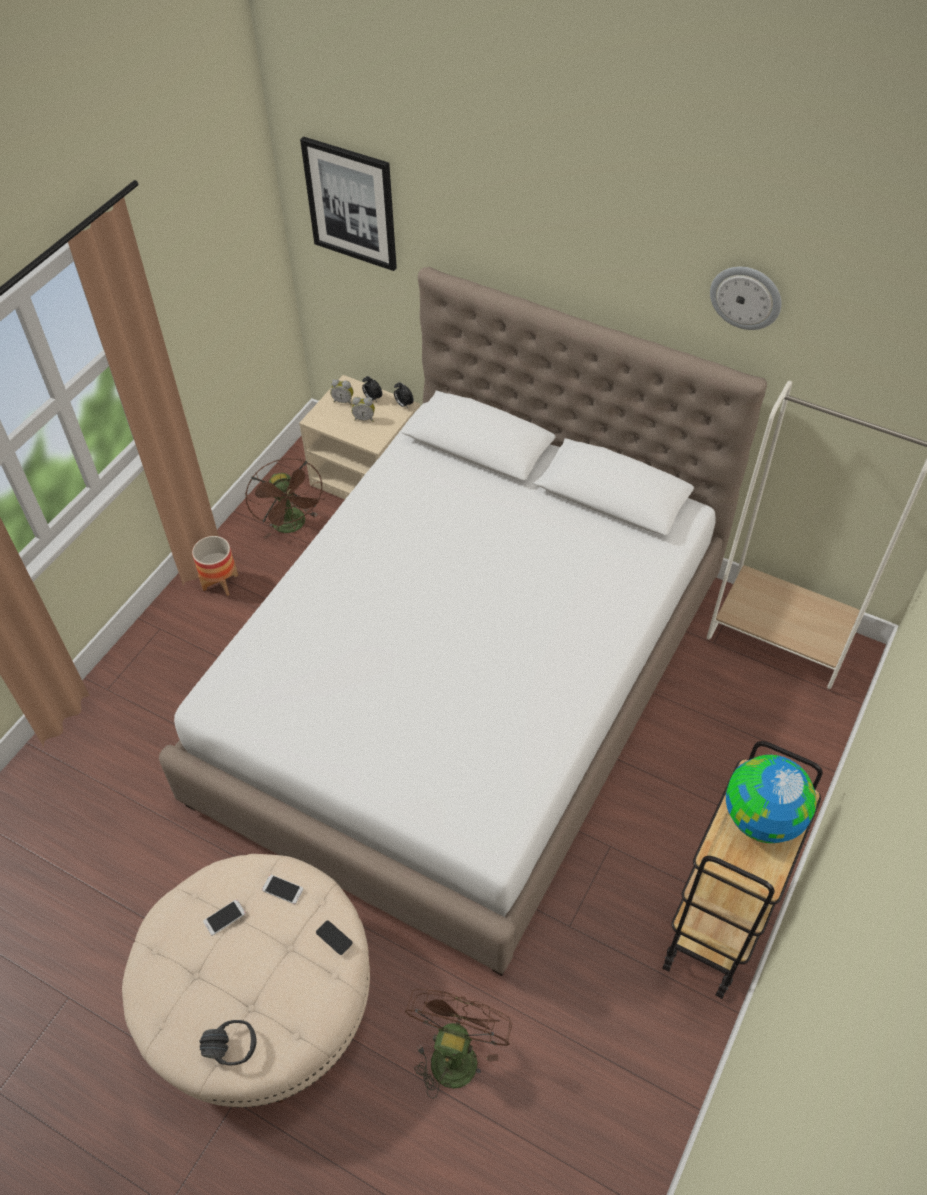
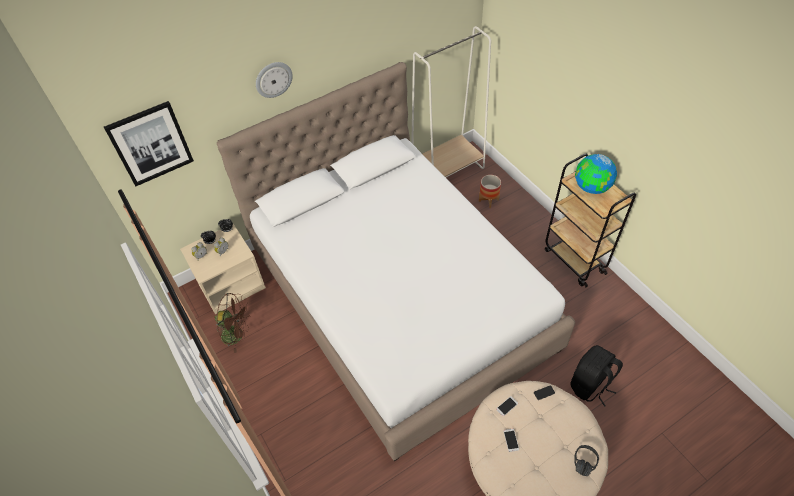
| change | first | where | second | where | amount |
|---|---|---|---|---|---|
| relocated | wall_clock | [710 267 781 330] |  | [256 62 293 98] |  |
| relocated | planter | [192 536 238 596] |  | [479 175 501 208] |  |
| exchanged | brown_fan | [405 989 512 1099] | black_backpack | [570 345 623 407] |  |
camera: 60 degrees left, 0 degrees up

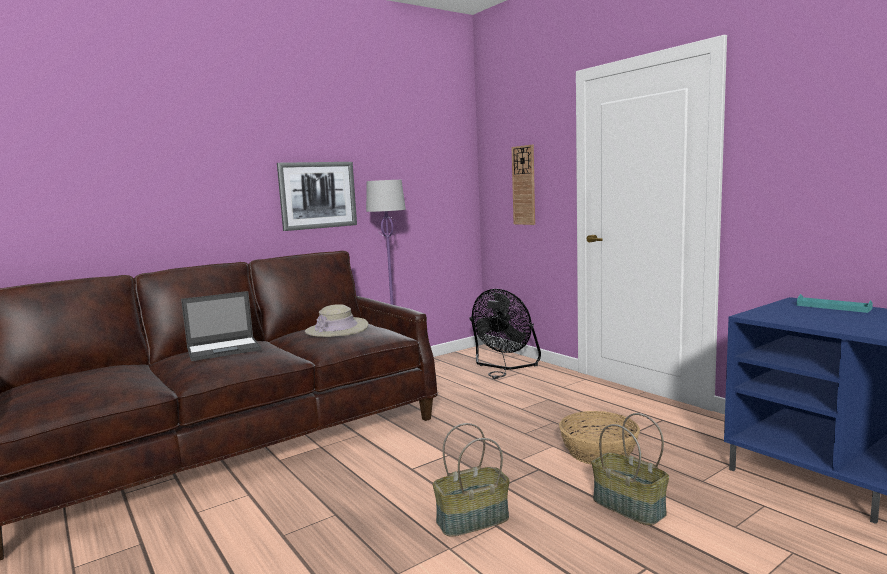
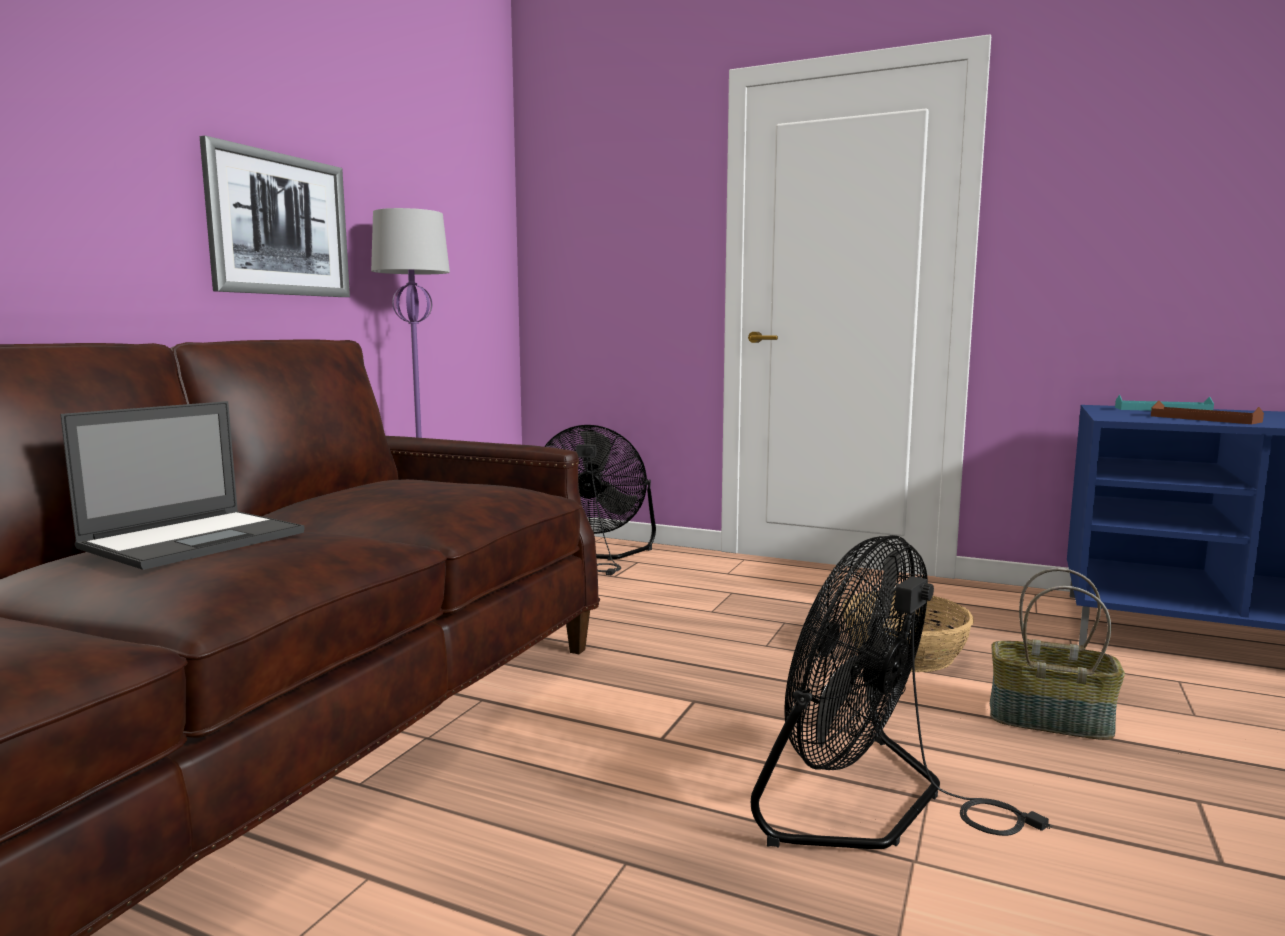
| change | first | where | second | where | amount |
|---|---|---|---|---|---|
| missing | wall_clock | [512 145 535 225] |  |  |  |
| missing | beige_hat | [305 304 368 337] |  |  |  |
| exchanged | basket | [433 423 510 537] | black_fan | [751 535 1052 849] |  |
| appeared |  |  | brown_tray | [1151 400 1264 424] |  |
camera: 30 degrees left, 0 degrees up

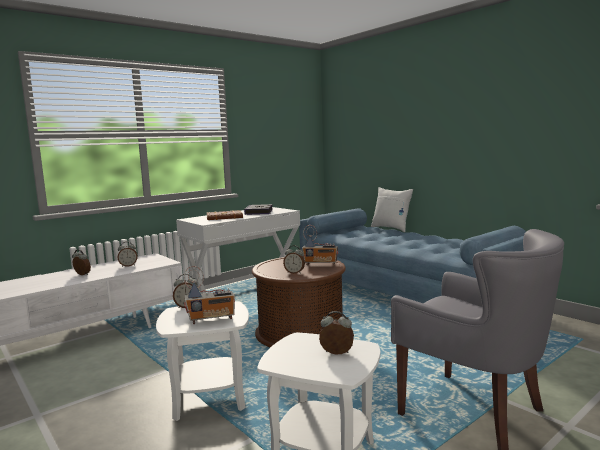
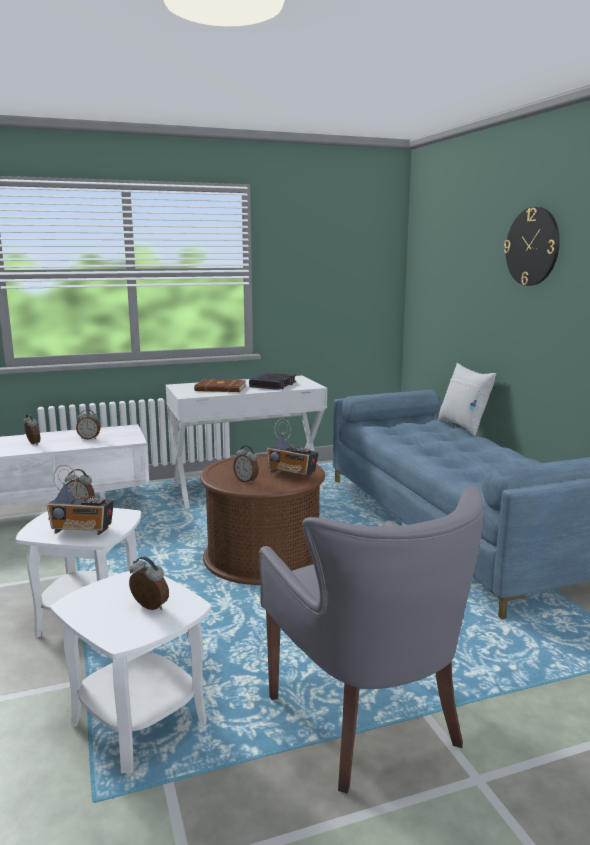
| change | first | where | second | where | amount |
|---|---|---|---|---|---|
| appeared |  |  | wall_clock | [504 207 560 286] |  |
camera: 20 degrees right, 5 degrees up

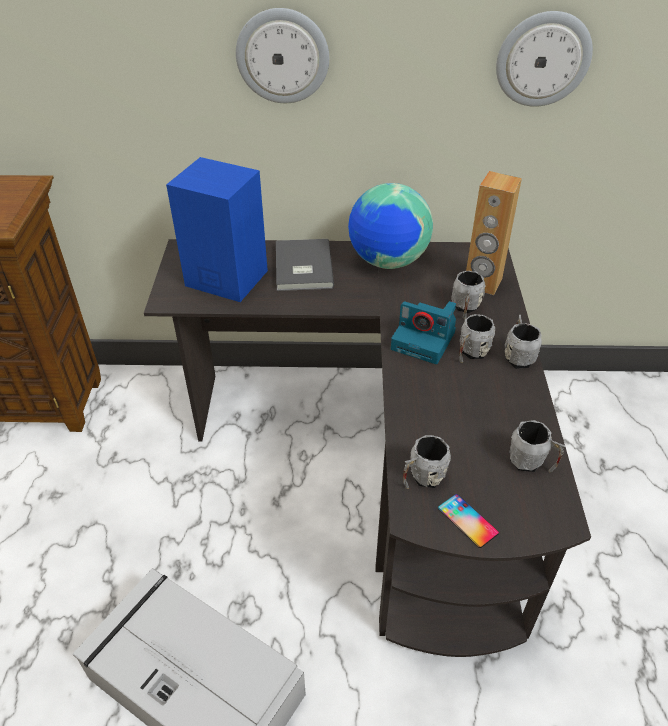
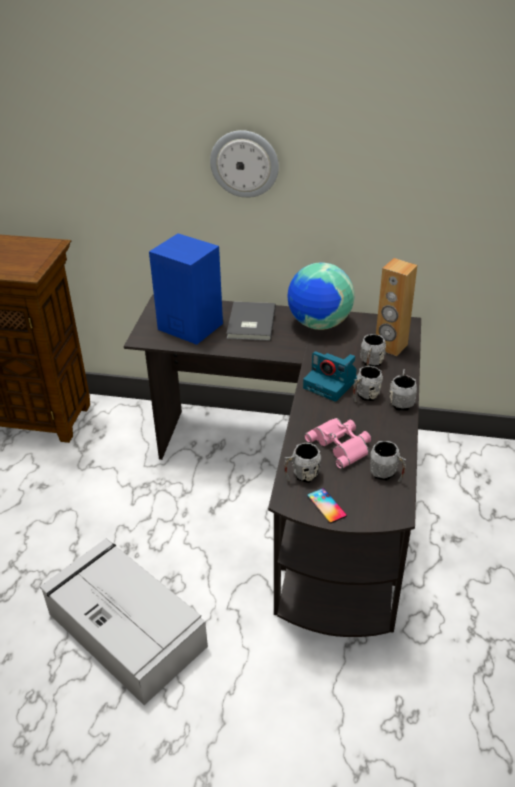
| change | first | where | second | where | amount |
|---|---|---|---|---|---|
| missing | wall_clock | [496 11 593 107] |  |  |  |
| appeared |  |  | pink_binoculars | [305 418 371 469] |  |
camera: 10 degrees right, 5 degrees down

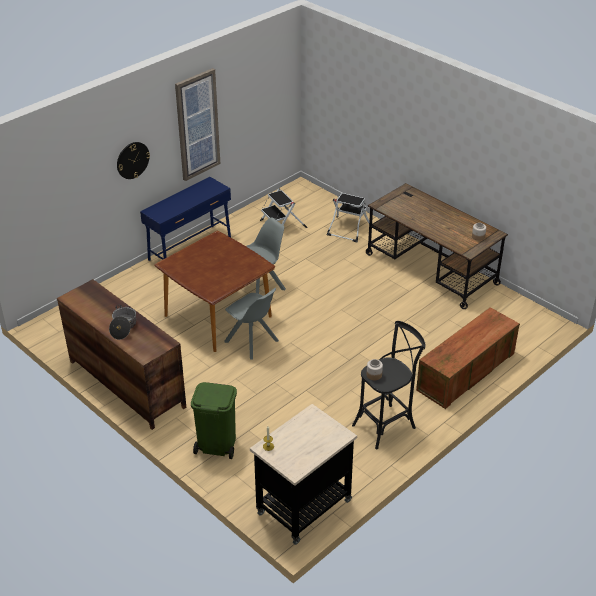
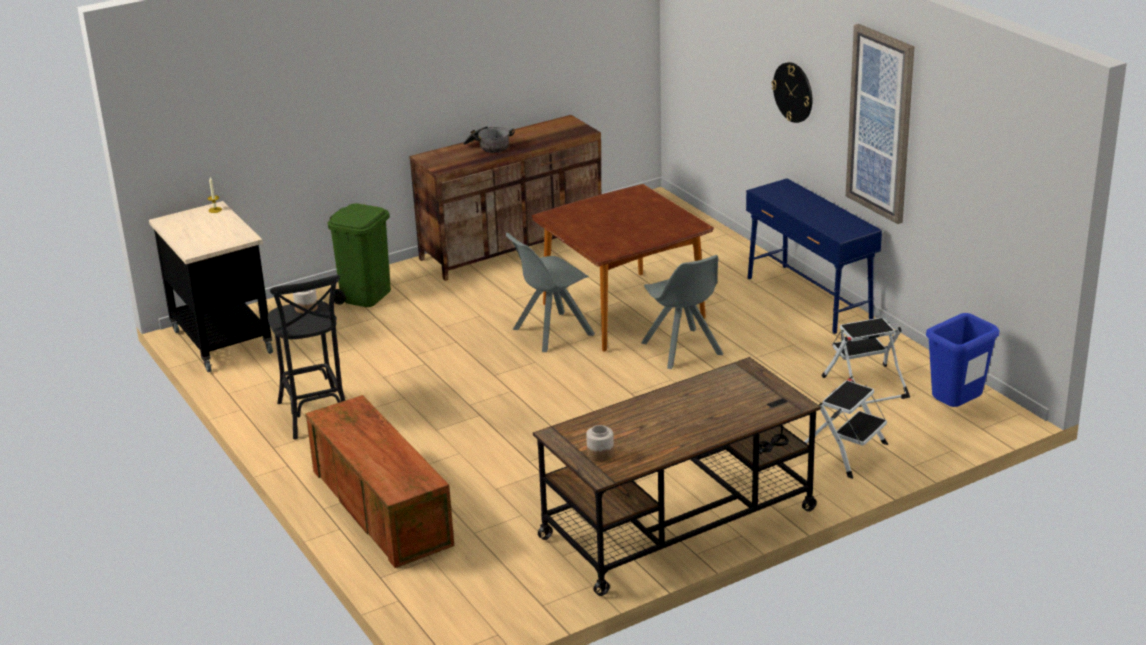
| change | first | where | second | where | amount |
|---|---|---|---|---|---|
| appeared |  |  | blue_trash_can | [926 313 999 407] |  |
camera: 105 degrees right, 10 degrees down

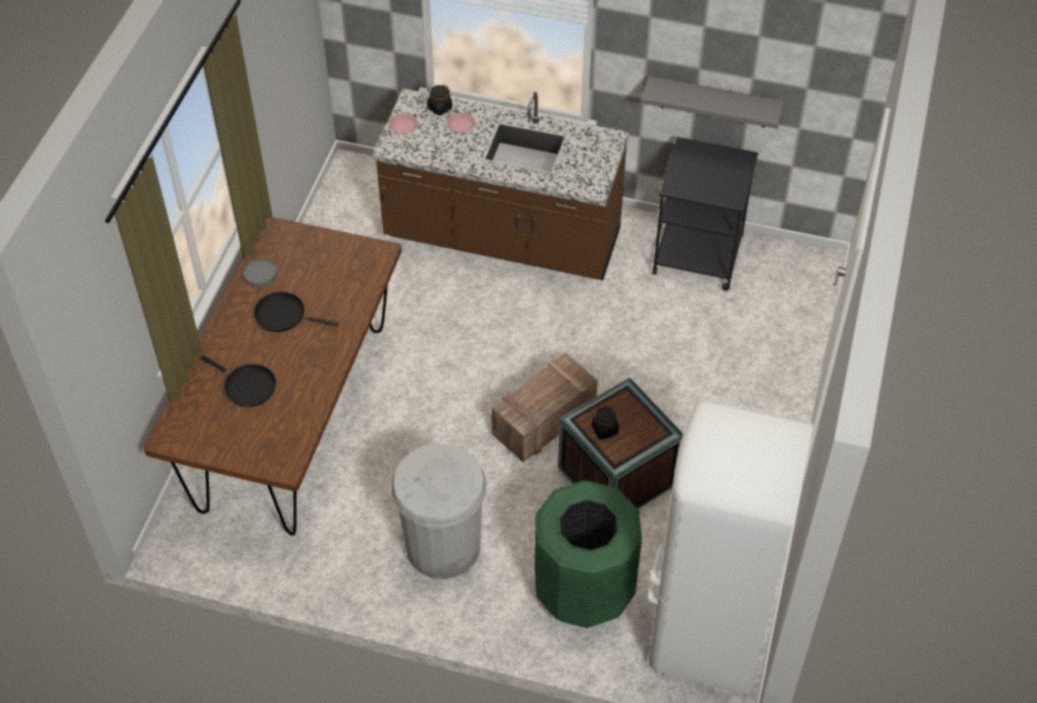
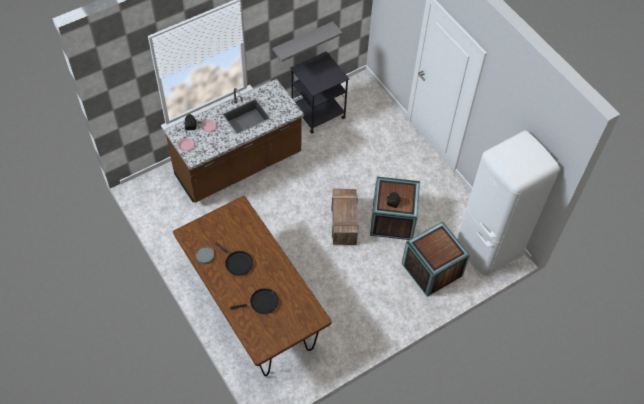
| change | first | where | second | where | amount |
|---|---|---|---|---|---|
| spun | black_frying_pan | [254 292 339 332] |  | [215 242 253 276] | 105 degrees counterclockwise |
| missing | white_trash_can | [391 444 487 579] |  |  |  |
| exchanged | green_trash_can | [535 480 642 628] | crate | [402 221 470 297] |  |
camera: 50 degrees left, 5 degrees up

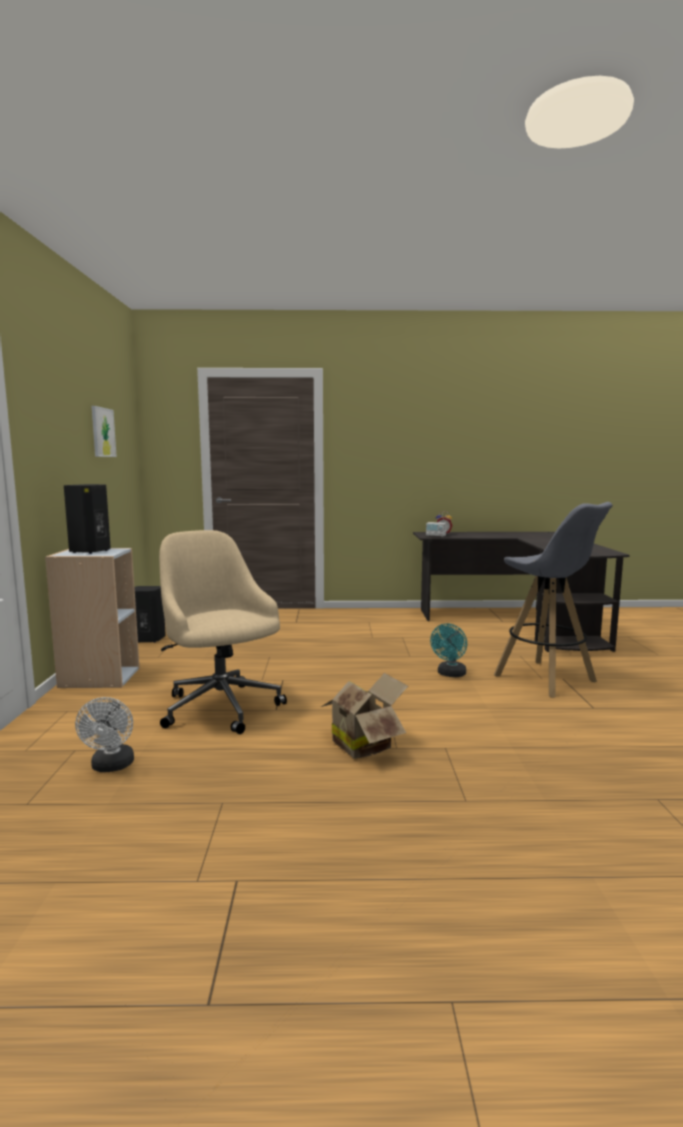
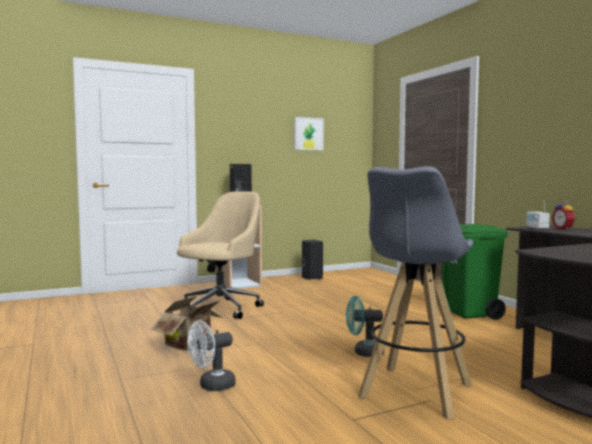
| change | first | where | second | where | amount |
|---|---|---|---|---|---|
| relocated | white_fan | [75 697 134 772] |  | [188 321 236 391] |  |
| appeared |  |  | green_trash_can | [442 224 510 320] |  |
camera: 65 degrees right, 5 degrees down

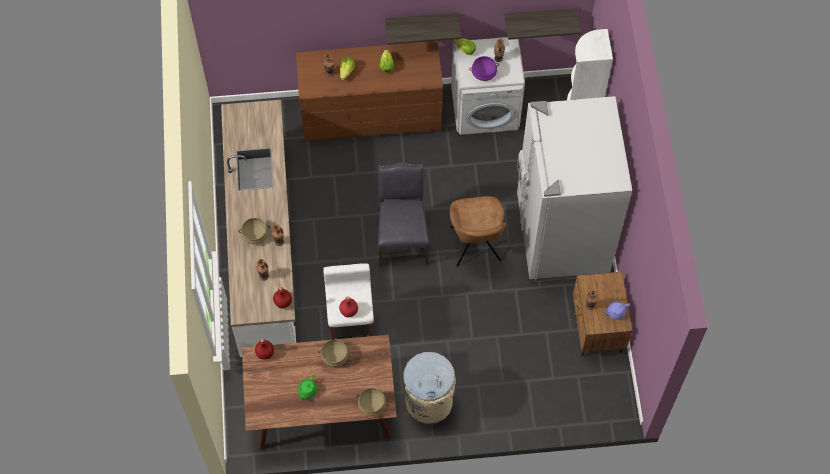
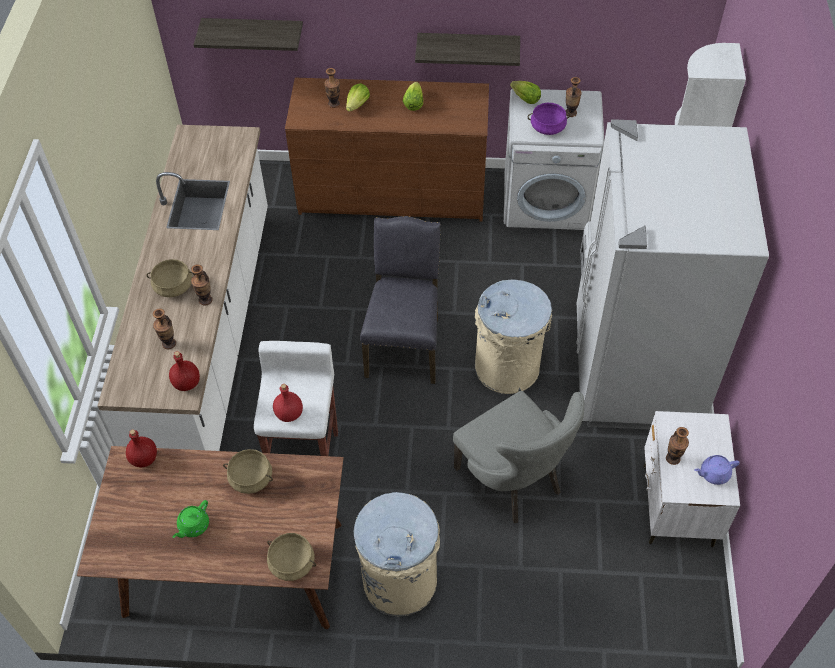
| change | first | where | second | where | amount |
|---|---|---|---|---|---|
| relocated | shelf | [505 8 581 40] |  | [194 18 303 51] |  |
| exchanged | brown_chair | [450 196 506 267] | beige_trash_can | [475 280 552 394] |  |
| colour | brown_nightstand | [573 272 632 356] | white_nightstand | [644 411 740 547] |  |
| appeared |  |  | grey_chair | [453 391 584 523] |  |
camera: 10 degrees right, 10 degrees down

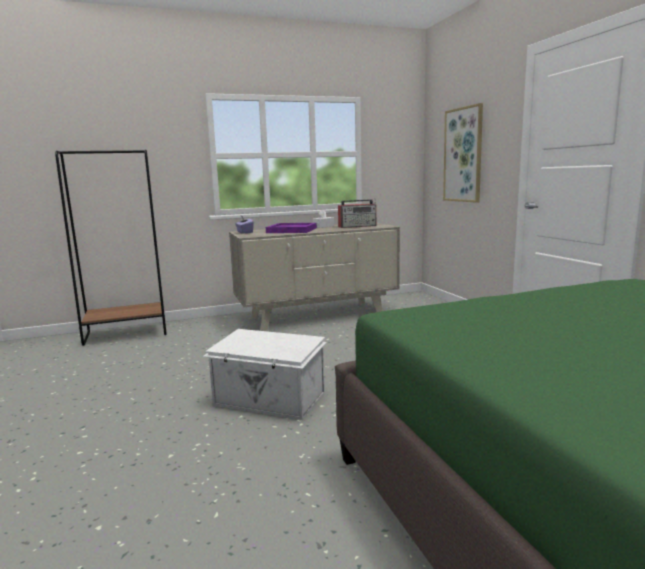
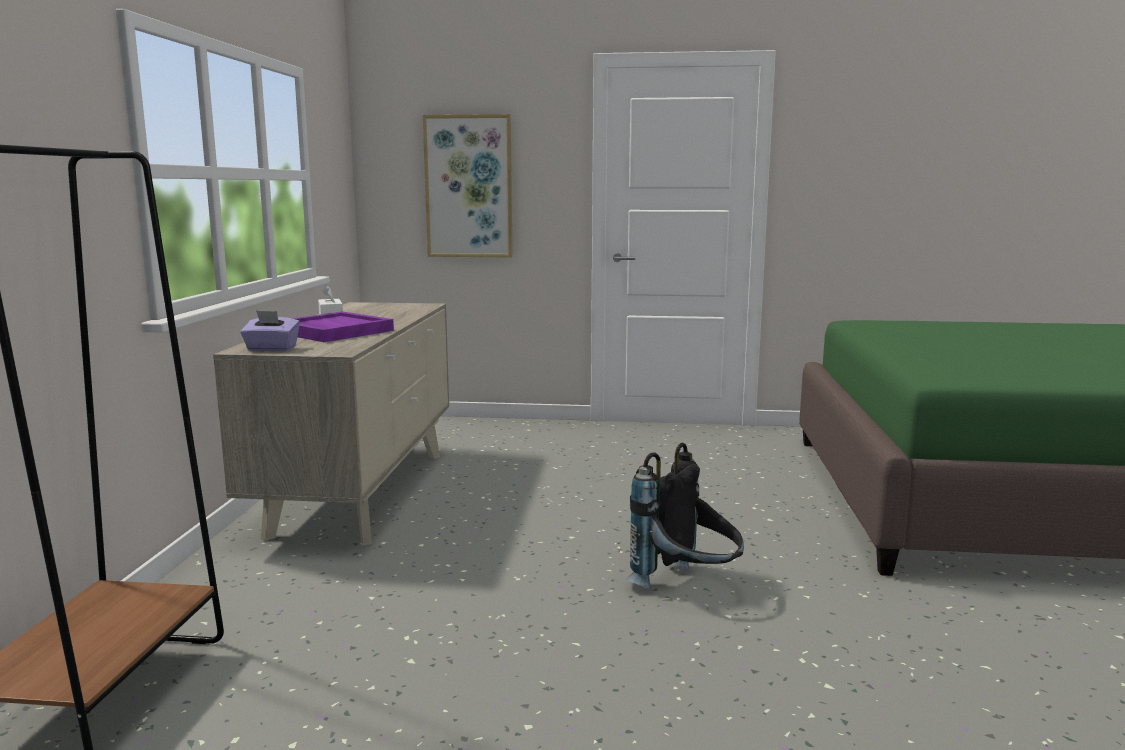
| change | first | where | second | where | amount |
|---|---|---|---|---|---|
| missing | radio | [338 200 377 228] |  |  |  |
| exchanged | white_storage_box | [203 329 327 420] | black_backpack | [626 443 744 588] |  |
camera: 65 degrees left, 0 degrees up

